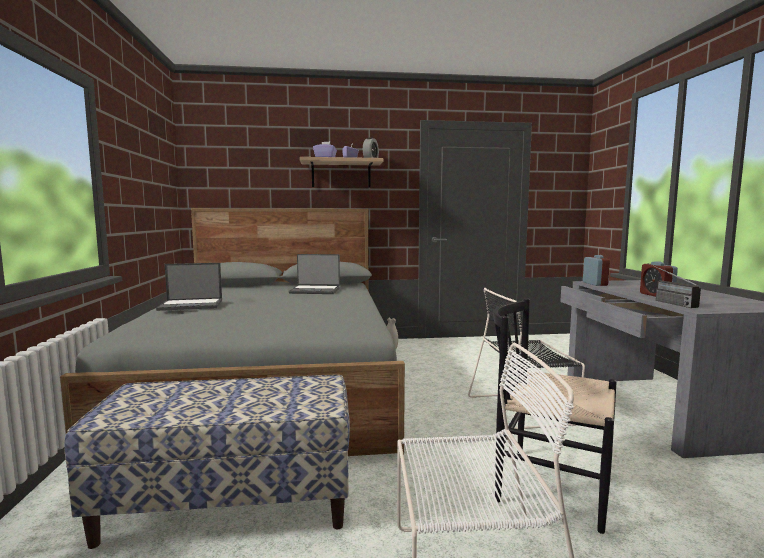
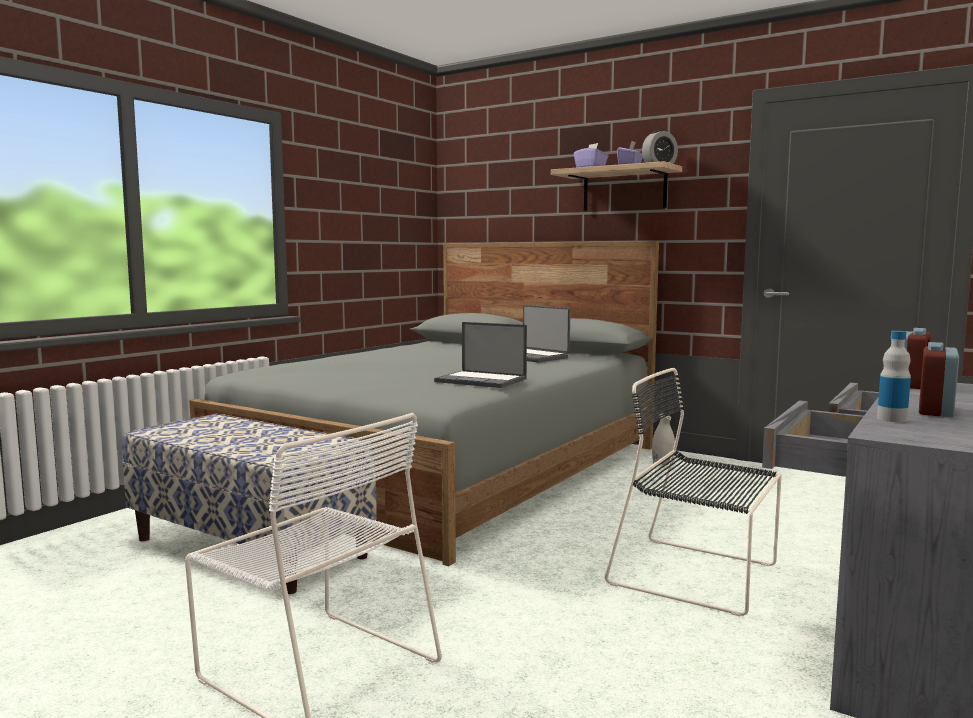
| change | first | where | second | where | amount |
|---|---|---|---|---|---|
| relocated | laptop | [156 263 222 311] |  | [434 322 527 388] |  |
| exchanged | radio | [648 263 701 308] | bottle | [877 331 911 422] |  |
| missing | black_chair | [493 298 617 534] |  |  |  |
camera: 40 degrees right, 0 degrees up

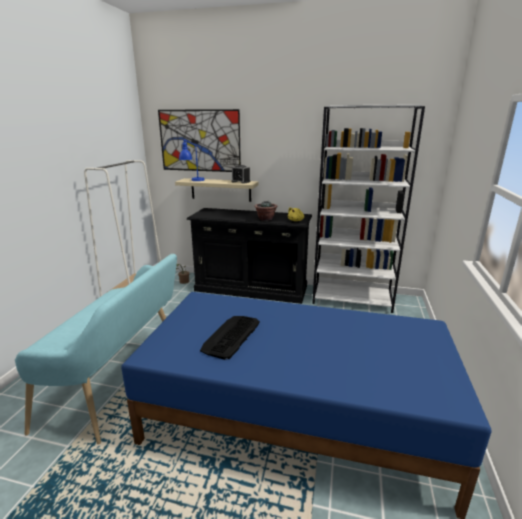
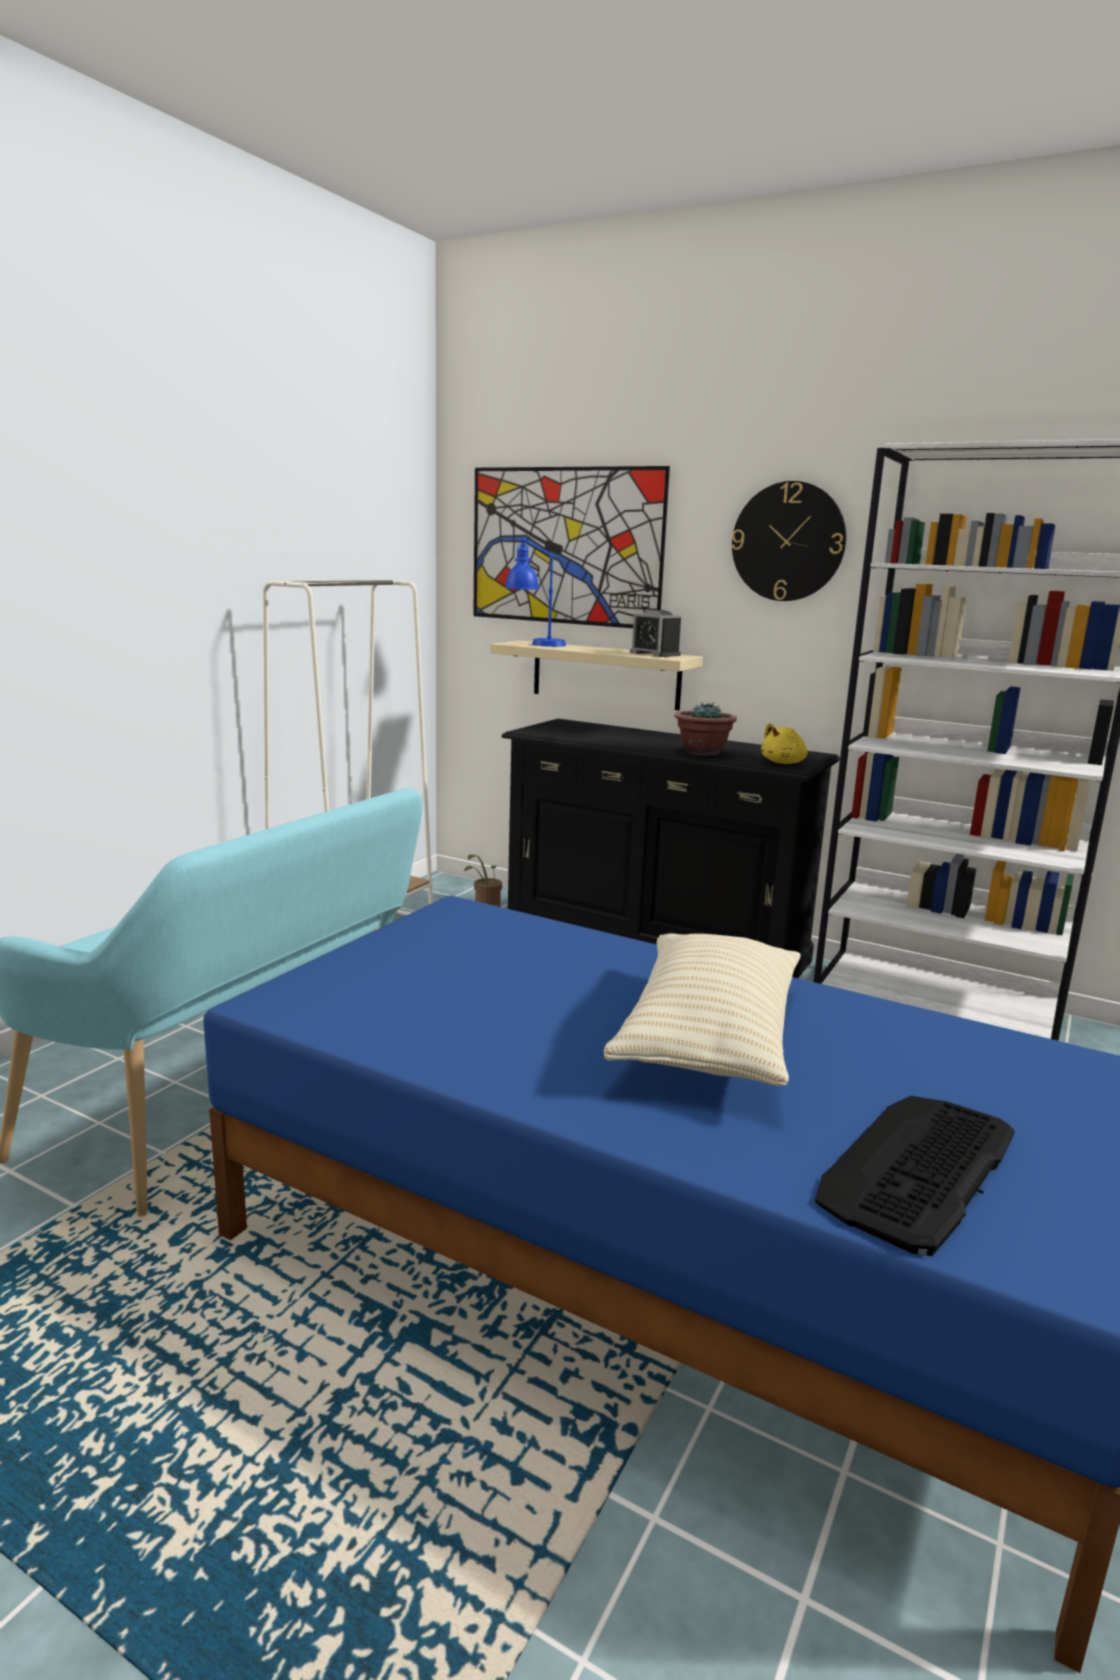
| change | first | where | second | where | amount |
|---|---|---|---|---|---|
| relocated | keyboard | [200 316 260 360] |  | [815 1096 1015 1256] |  |
| appeared |  |  | wall_clock | [732 481 846 601] |  |
| appeared |  |  | beige_pillow | [604 933 801 1086] |  |
camera: 15 degrees right, 5 degrees down

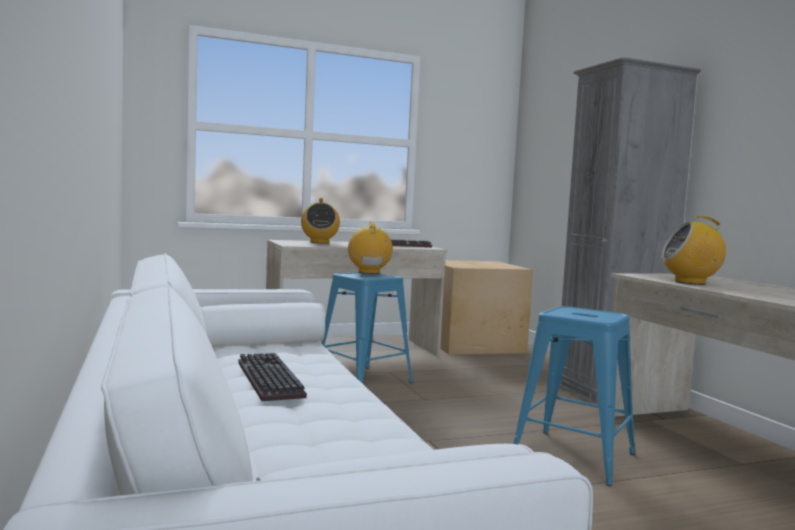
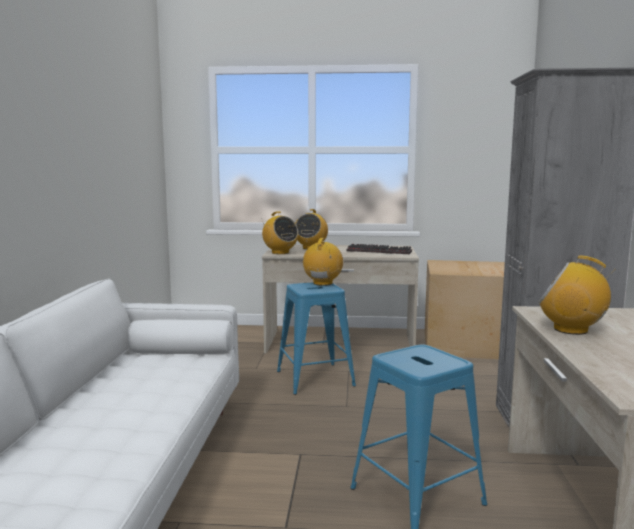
| change | first | where | second | where | amount |
|---|---|---|---|---|---|
| missing | keyboard | [238 353 307 401] |  |  |  |
| appeared |  |  | radio | [261 211 298 254] |  |
camera: 25 degrees right, 5 degrees up

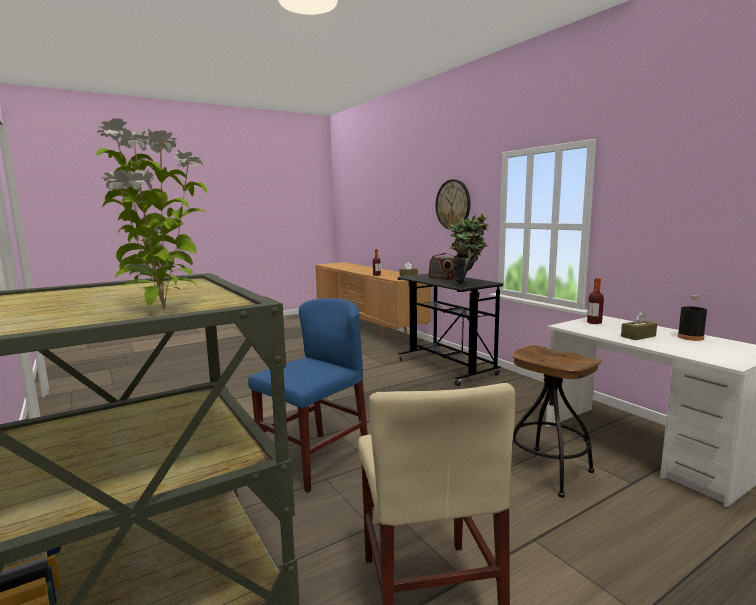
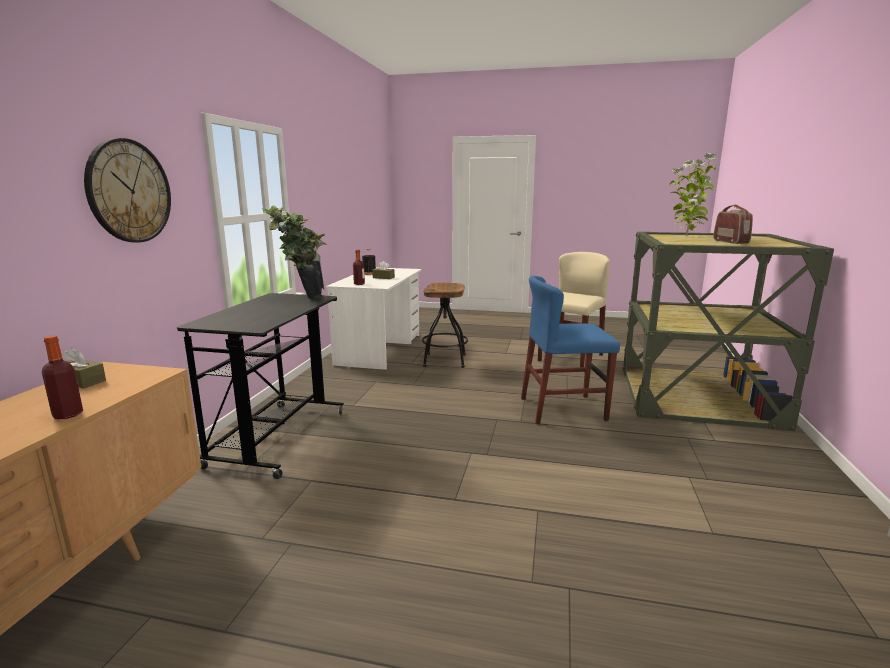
| change | first | where | second | where | amount |
|---|---|---|---|---|---|
| relocated | radio | [429 253 455 281] |  | [713 204 753 244] |  |
camera: 135 degrees left, 5 degrees up

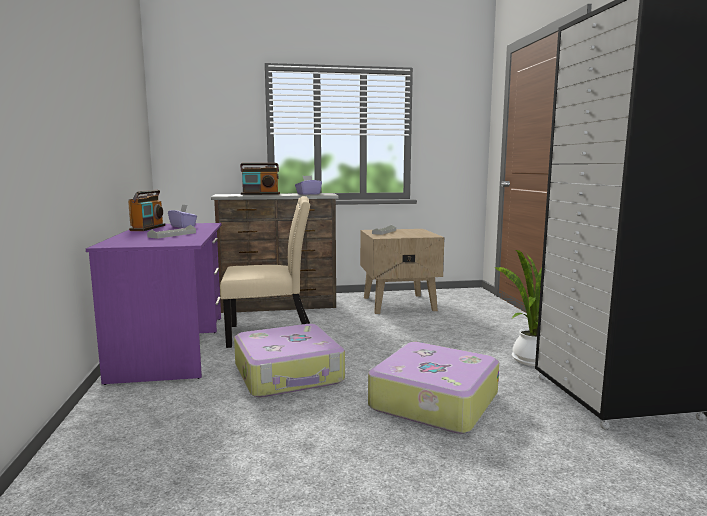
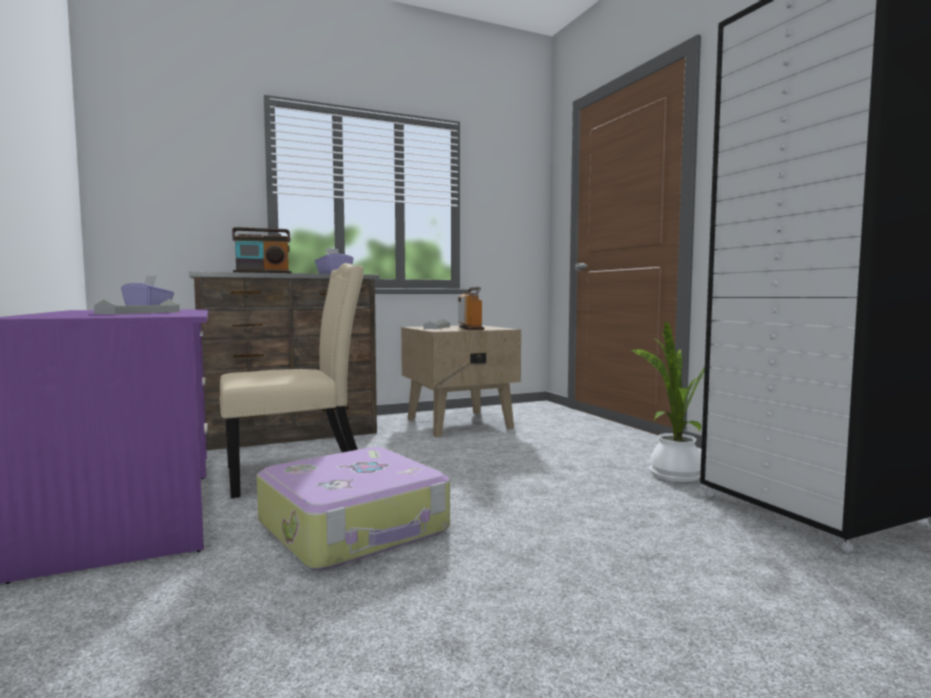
| change | first | where | second | where | amount |
|---|---|---|---|---|---|
| relocated | radio | [128 190 165 231] |  | [458 287 484 330] |  |
| missing | suitcase | [368 342 499 434] |  |  |  |
camera: 15 degrees left, 5 degrees down

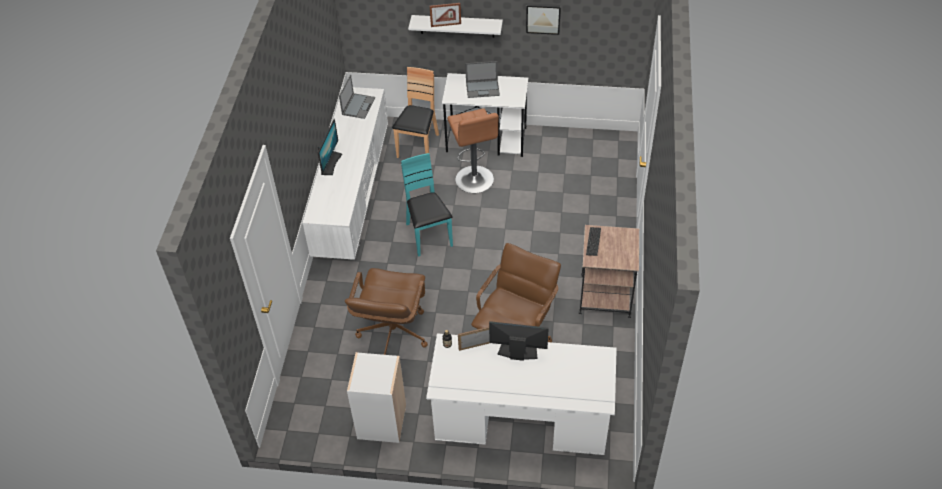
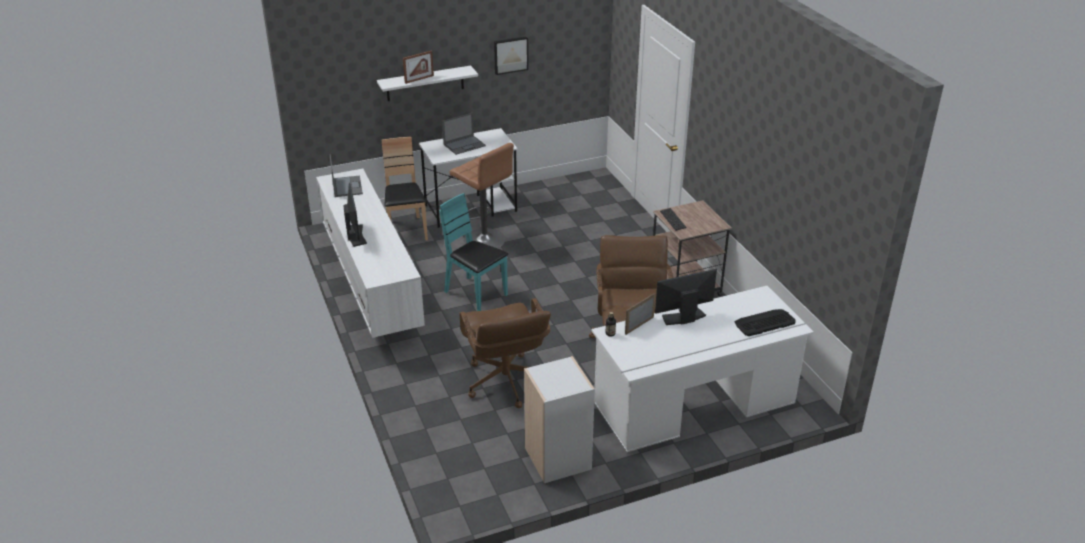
| change | first | where | second | where | amount |
|---|---|---|---|---|---|
| appeared |  |  | keyboard | [735 309 796 336] |  |
camera: 30 degrees left, 15 degrees down

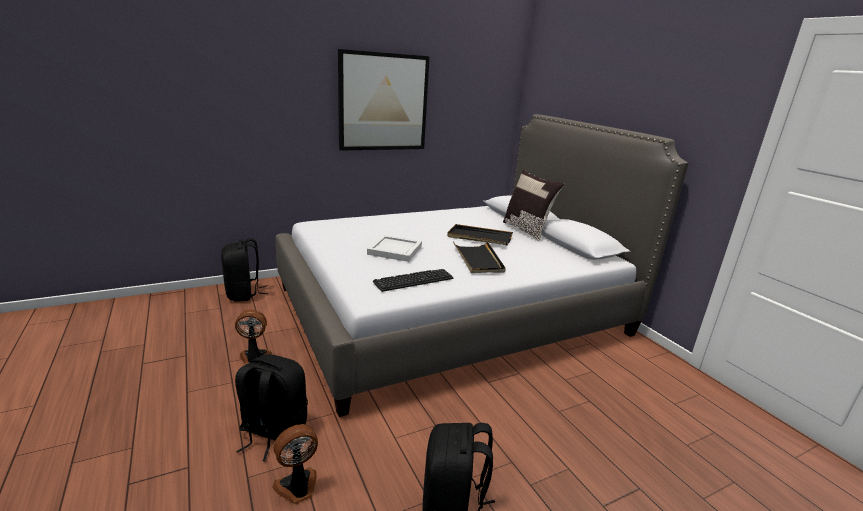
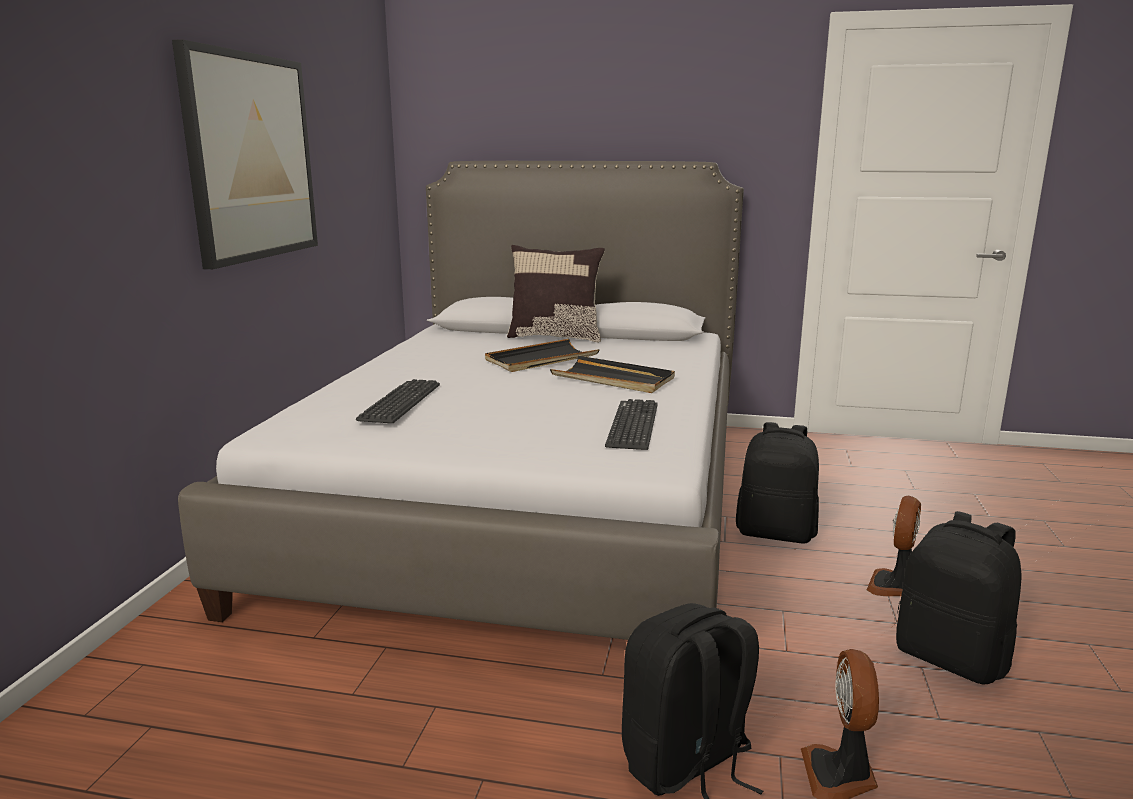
| change | first | where | second | where | amount |
|---|---|---|---|---|---|
| missing | white_tray | [367 235 422 262] |  |  |  |
| relocated | black_backpack | [221 238 269 302] |  | [736 422 819 544] |  |
| relocated | fan | [235 309 272 365] |  | [867 496 921 596] |  |
| appeared |  |  | keyboard | [356 379 440 423] |  |
camera: 50 degrees left, 5 degrees down

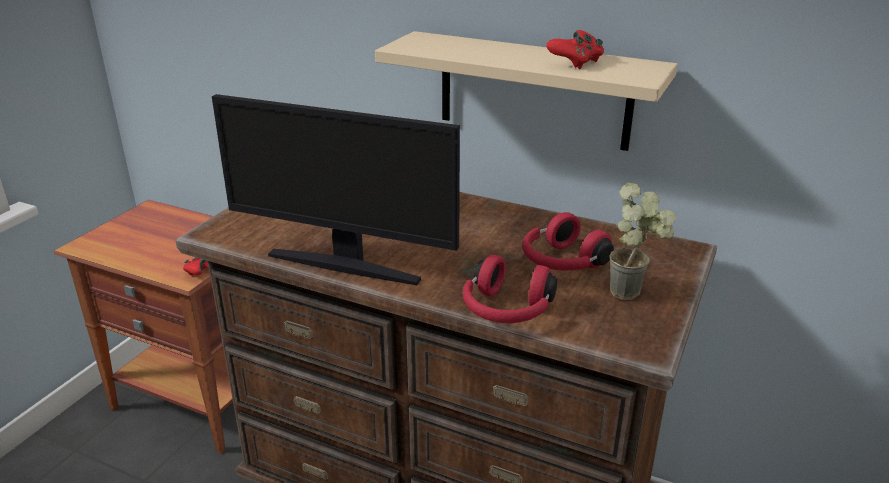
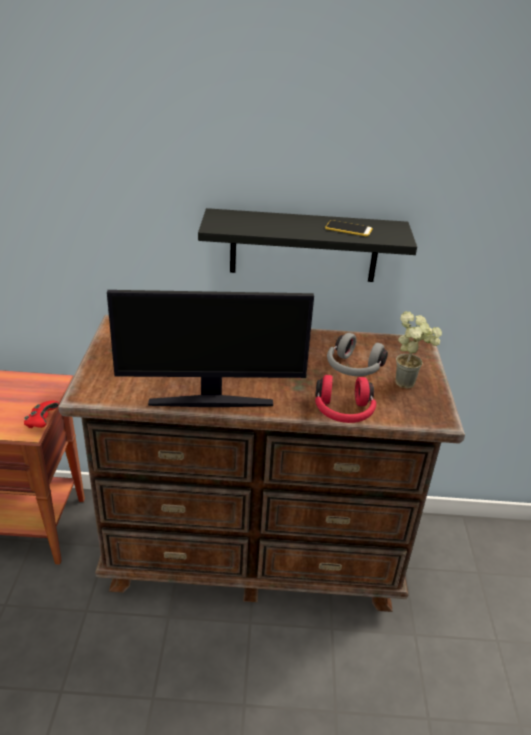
| change | first | where | second | where | amount |
|---|---|---|---|---|---|
| exchanged | red_game_controller | [546 30 604 69] | phone | [325 220 372 236] |  |
| colour | beige_shelf | [375 31 678 151] | black_shelf | [198 208 417 282] |  |
| colour | red_headphones | [522 212 614 271] | grey_headphones | [327 333 388 376] |  |
camera: 25 degrees left, 5 degrees up

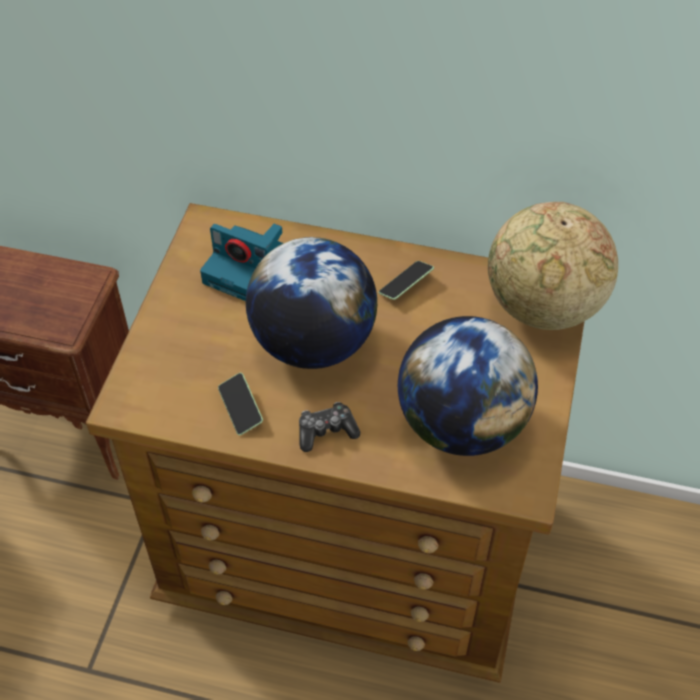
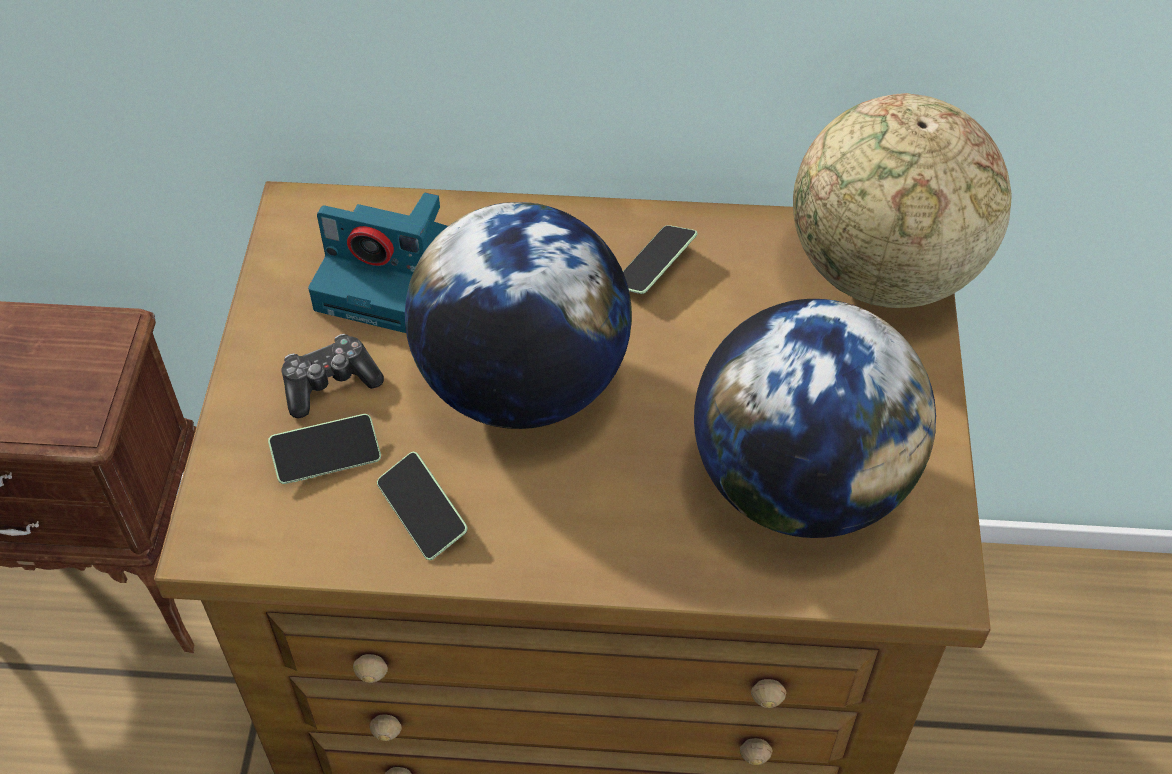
| change | first | where | second | where | amount |
|---|---|---|---|---|---|
| relocated | game_controller | [299 402 360 452] |  | [282 334 384 419] |  |
| appeared |  |  | phone | [268 414 381 484] |  |
camera: 10 degrees left, 0 degrees up

